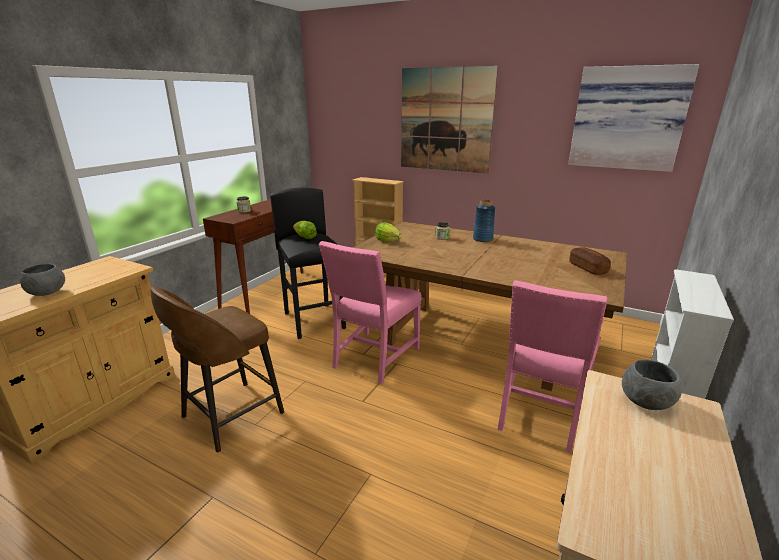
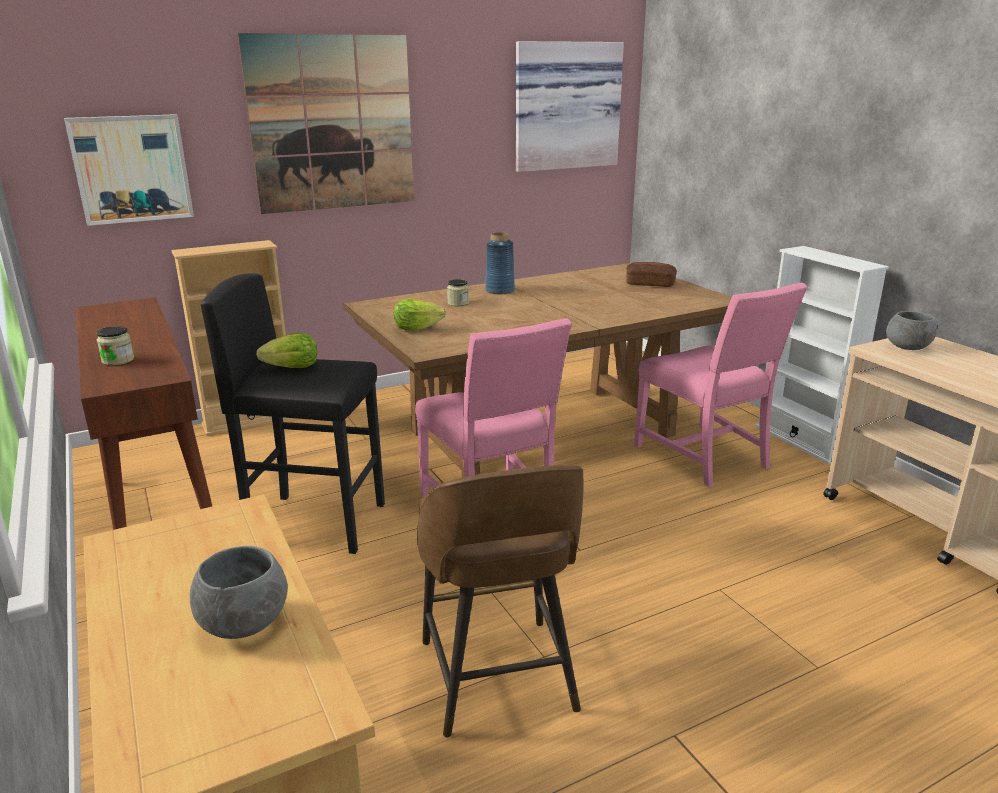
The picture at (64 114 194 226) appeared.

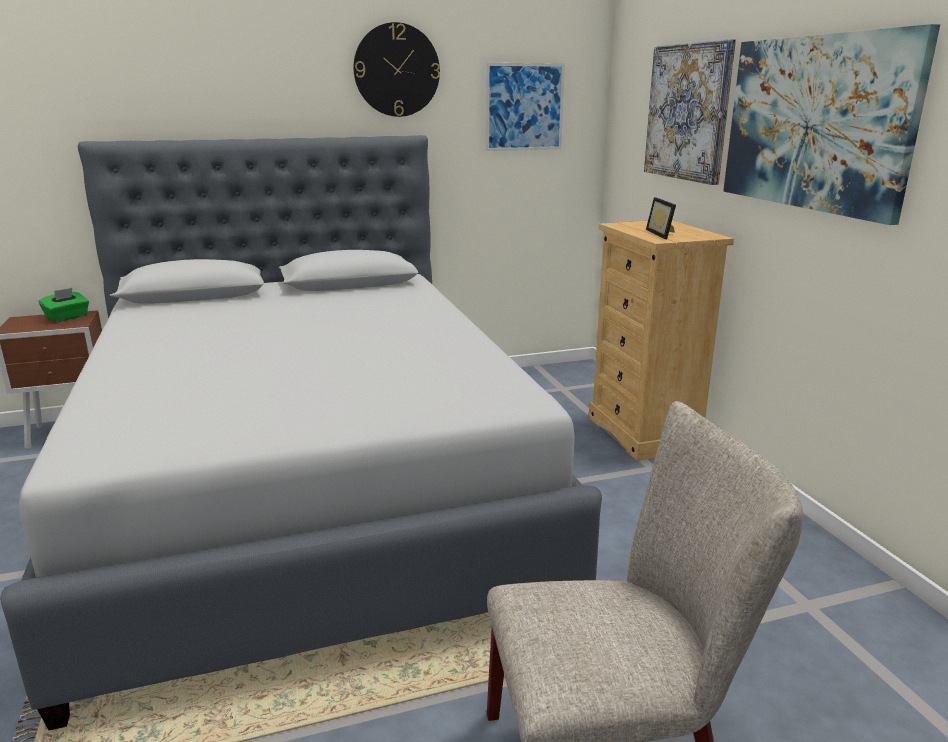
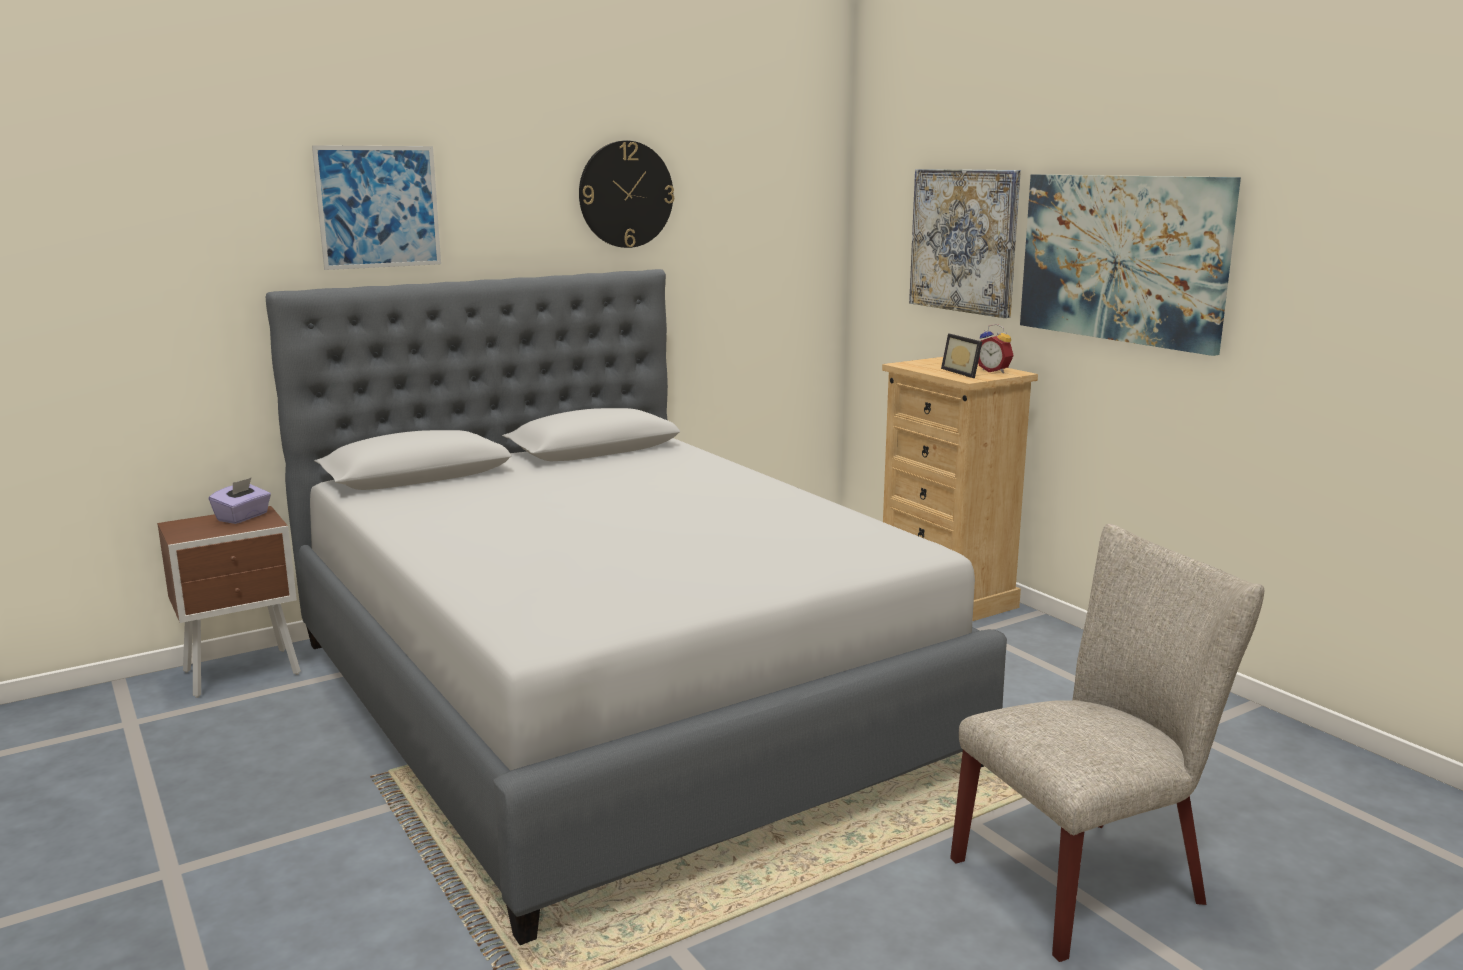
The tissue box/green at (38 288 89 322) became the tissue box/purple at (209 477 271 524). The picture moved from (486 63 565 151) to (312 145 441 270). The alarm clock at (978 324 1014 373) appeared.

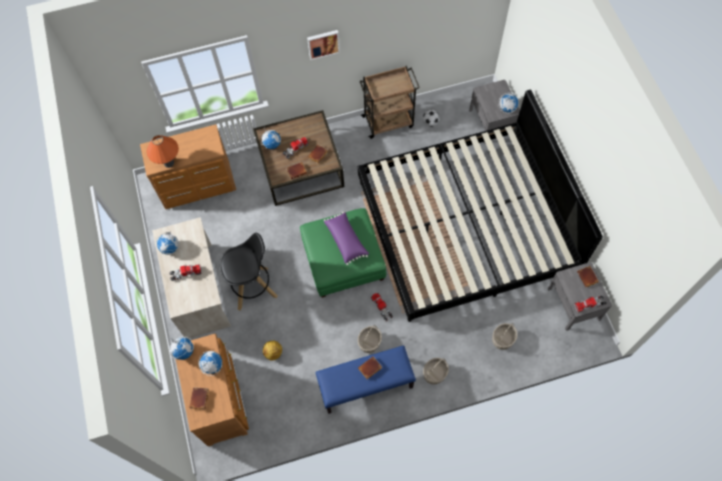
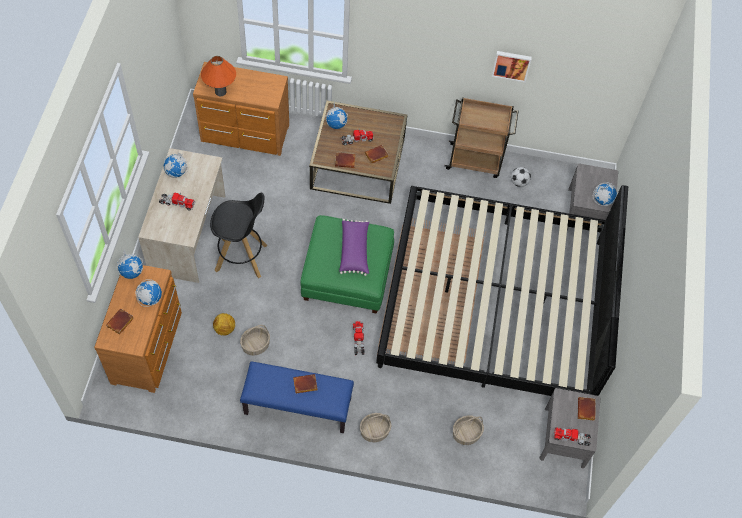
The picture moved from (307 30 340 60) to (492 51 532 82). The basket moved from (358 325 382 353) to (240 325 270 356).

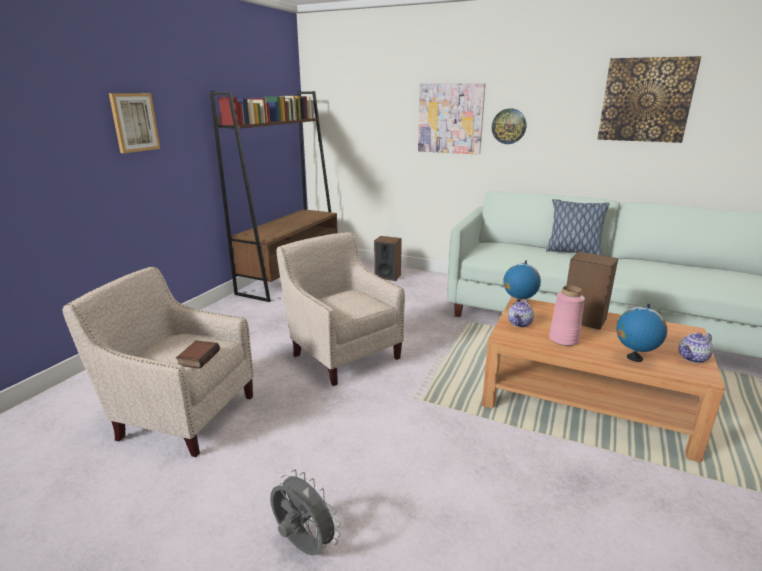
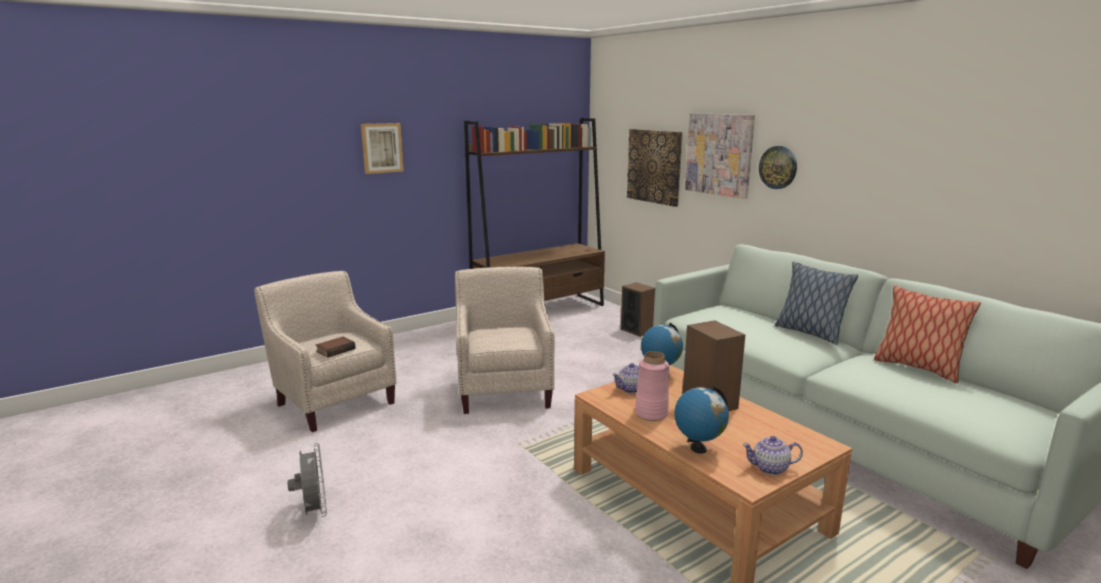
The picture moved from (597 56 701 143) to (627 129 683 207). The pillow at (874 286 981 383) appeared.

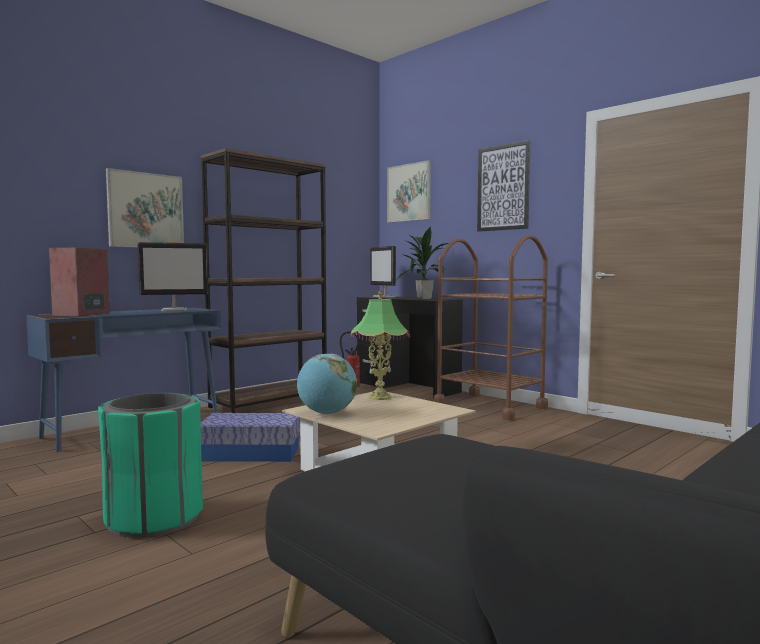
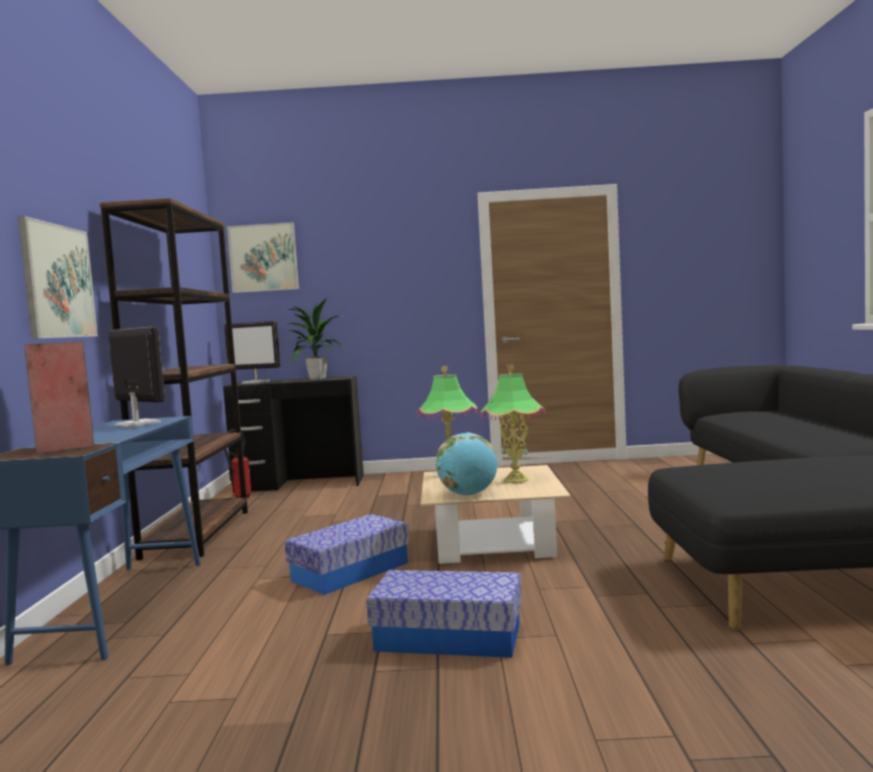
The trash can/green at (98 393 203 538) was replaced by the storage box at (366 570 522 658). The monitor at (137 242 208 311) turned 75 degrees counterclockwise. The cart/brown at (433 235 548 420) disappeared. The picture at (477 140 530 232) disappeared. The table lamp at (480 365 545 483) appeared.

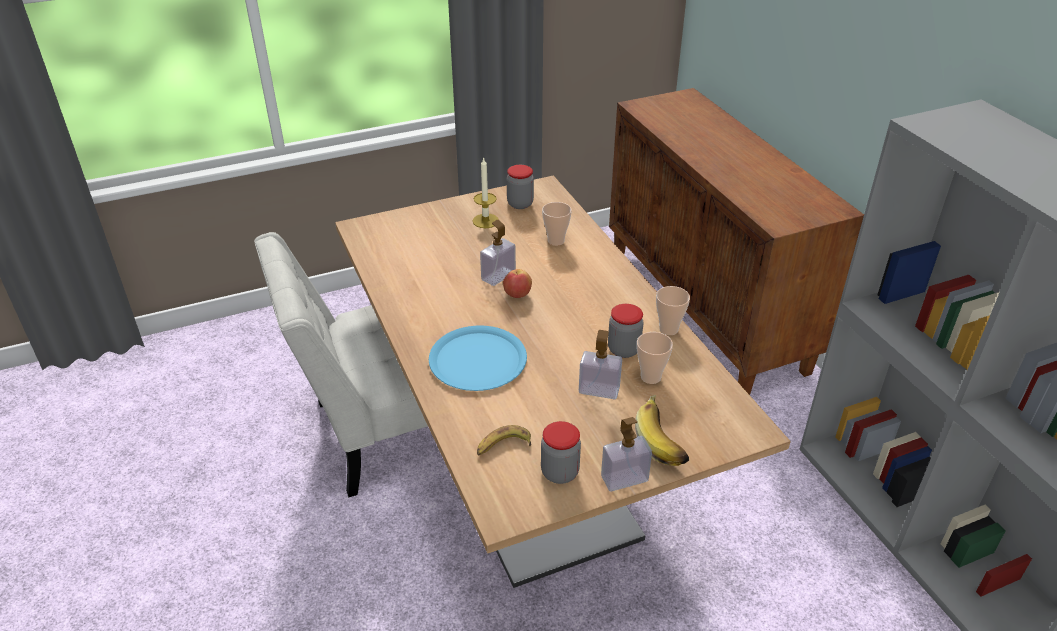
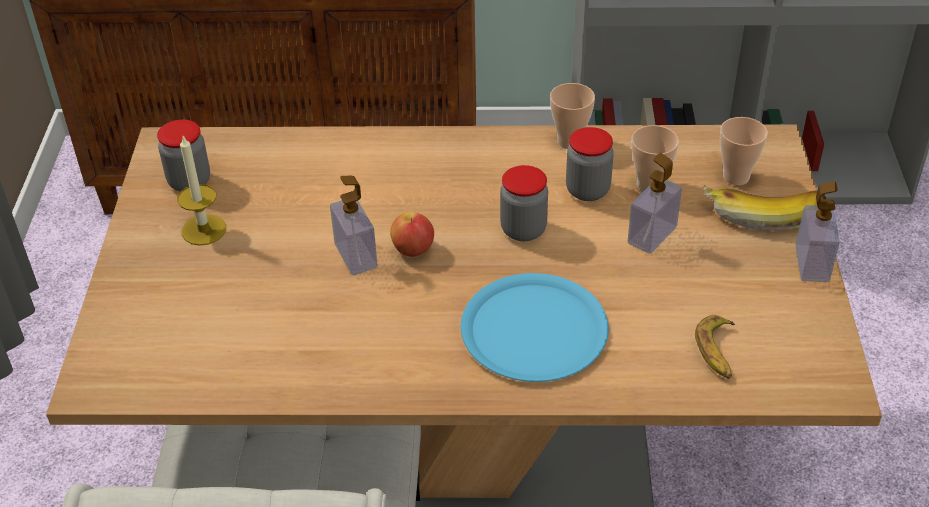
The jar moved from (541 421 581 484) to (500 165 548 241). The cup moved from (542 202 572 246) to (720 117 768 185).

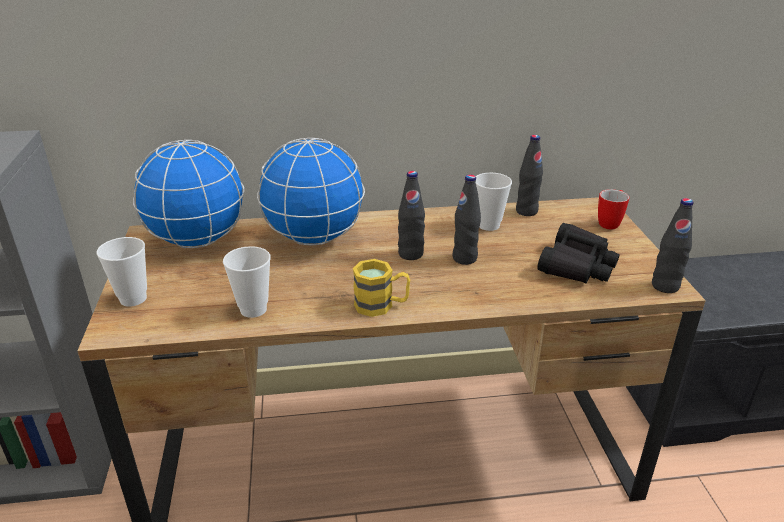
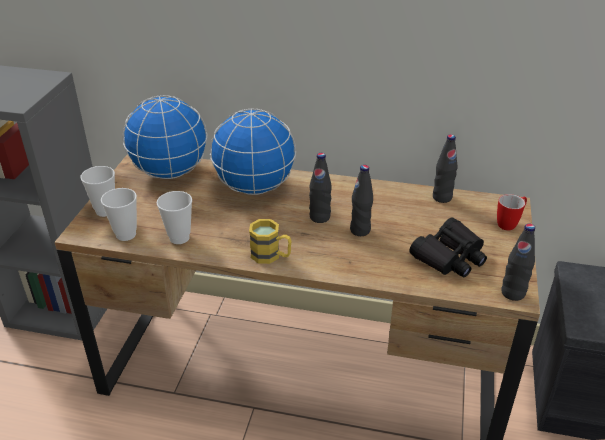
The cup moved from (475 173 512 231) to (101 188 137 241).

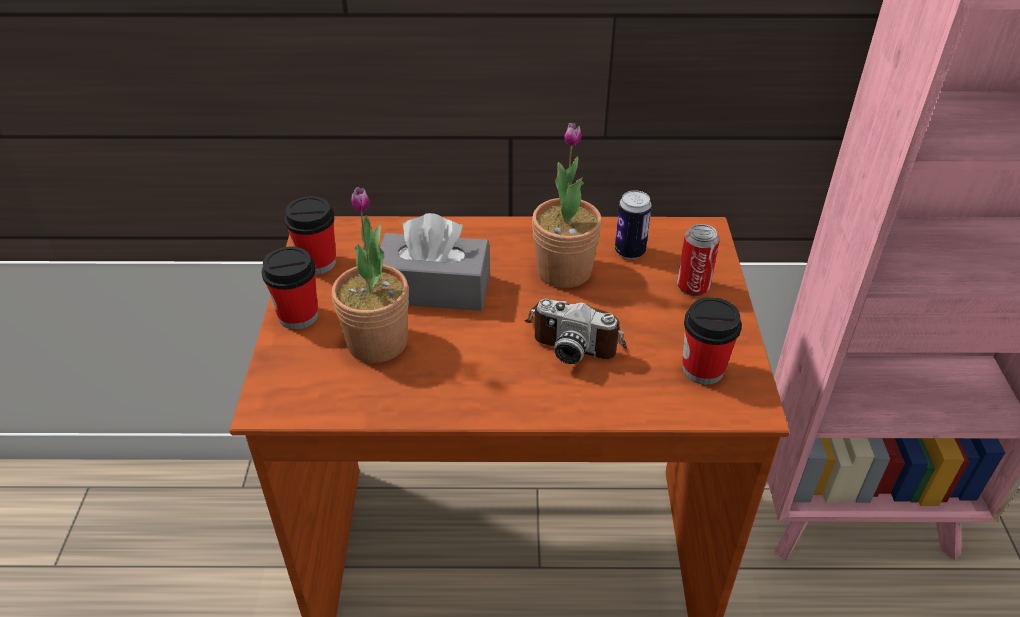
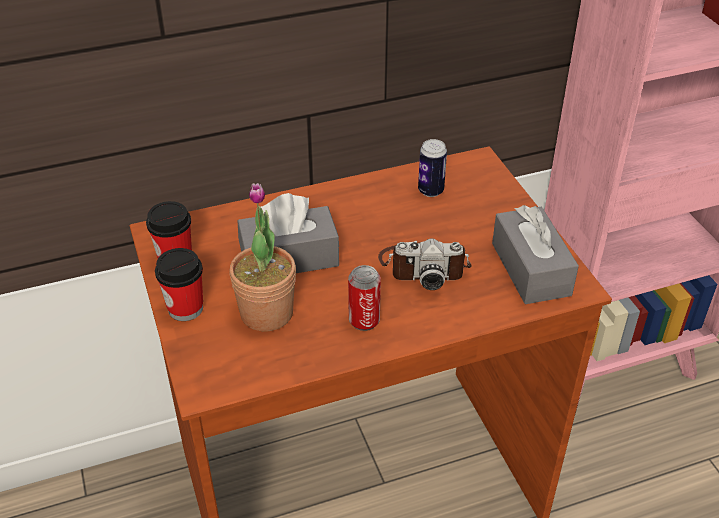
The potted plant at (532 123 602 288) disappeared. The can moved from (677 224 720 296) to (348 265 381 331). The cup at (682 297 742 385) was replaced by the tissue box/grey at (492 205 579 304).

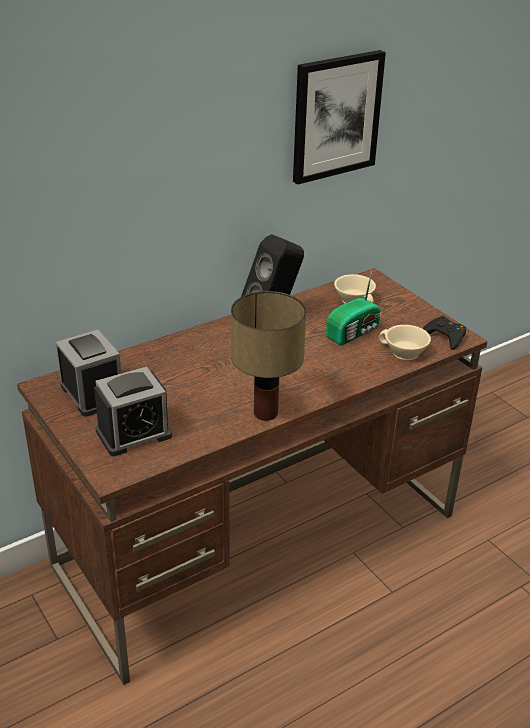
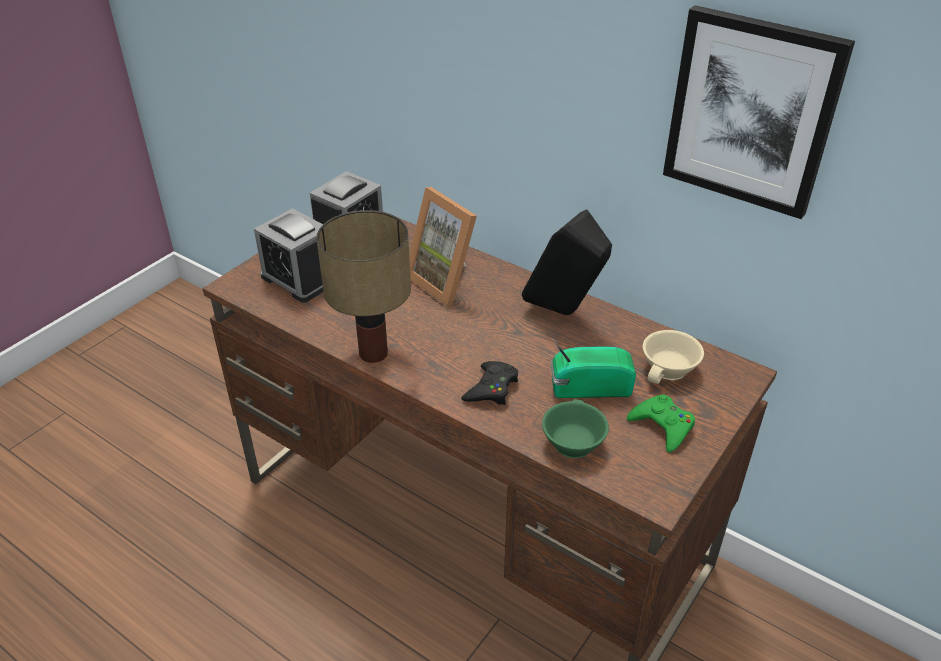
The radio at (326 271 381 345) turned 150 degrees clockwise. The cup/beige at (379 325 431 360) became the cup/green at (542 399 609 458). The game controller/black moved from (422 316 466 350) to (461 361 518 405). The picture frame at (409 187 477 307) appeared. The game controller/green at (627 394 695 453) appeared.

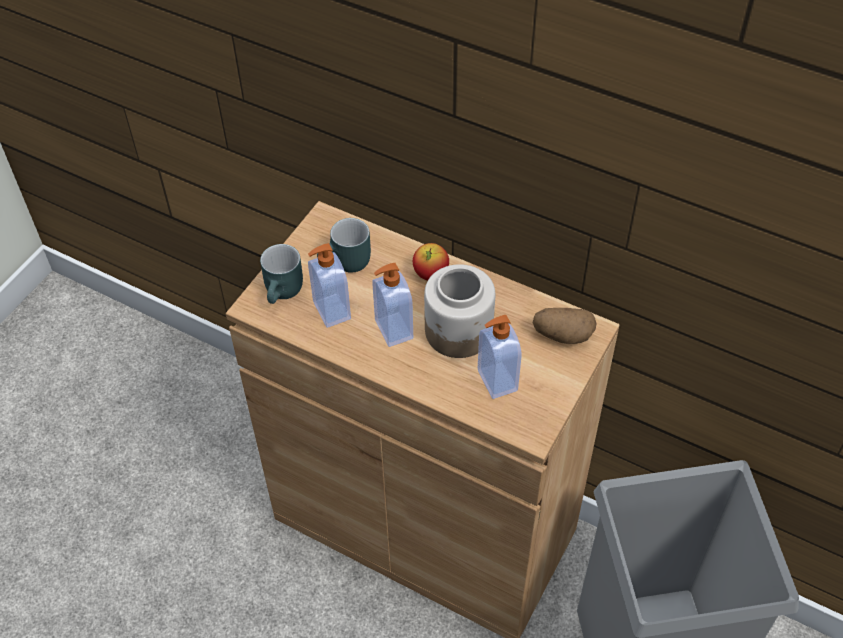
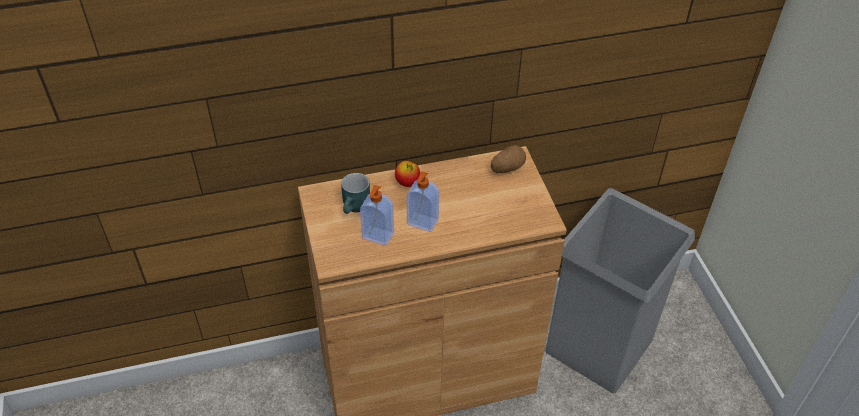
The mug/turquoise at (260 244 303 304) disappeared. The jar at (424 264 495 358) disappeared. The soap dispenser at (478 315 522 399) disappeared.

